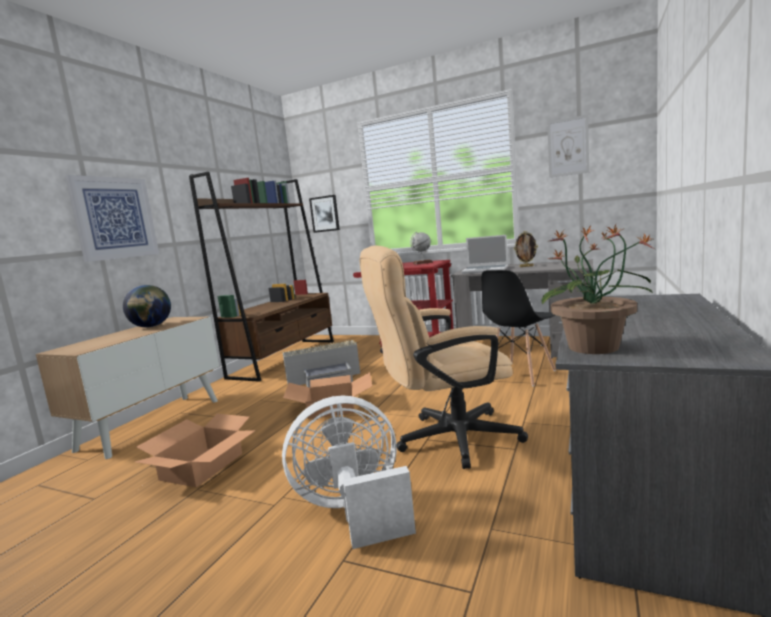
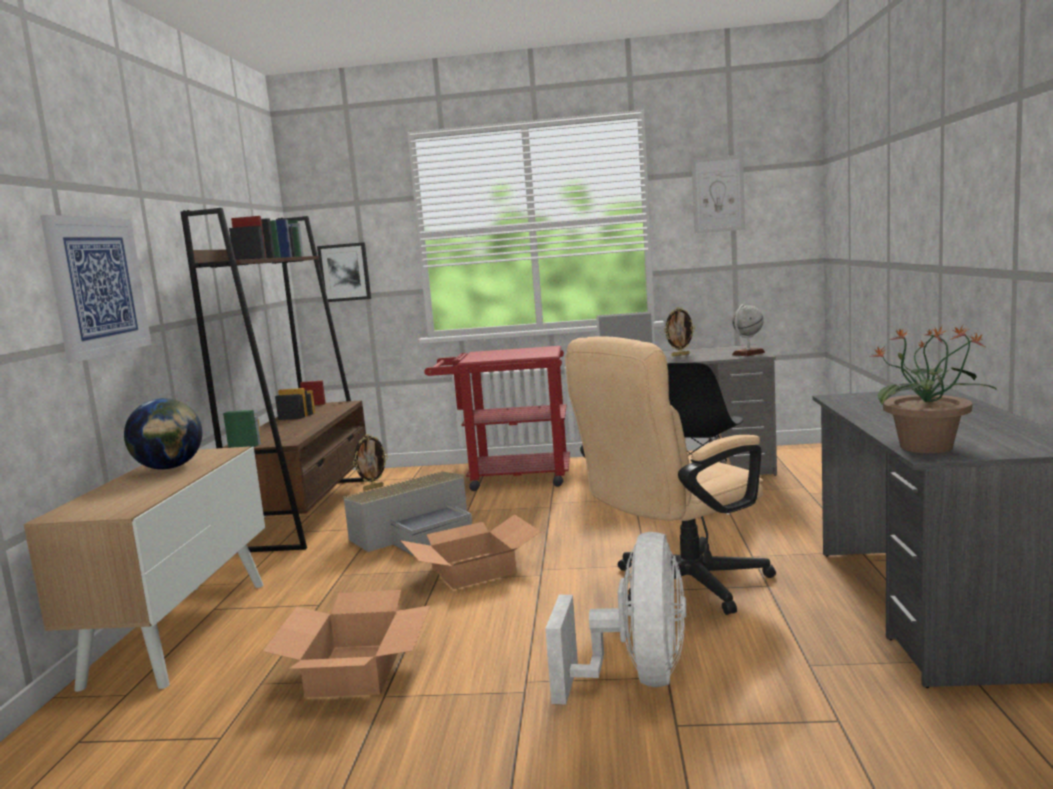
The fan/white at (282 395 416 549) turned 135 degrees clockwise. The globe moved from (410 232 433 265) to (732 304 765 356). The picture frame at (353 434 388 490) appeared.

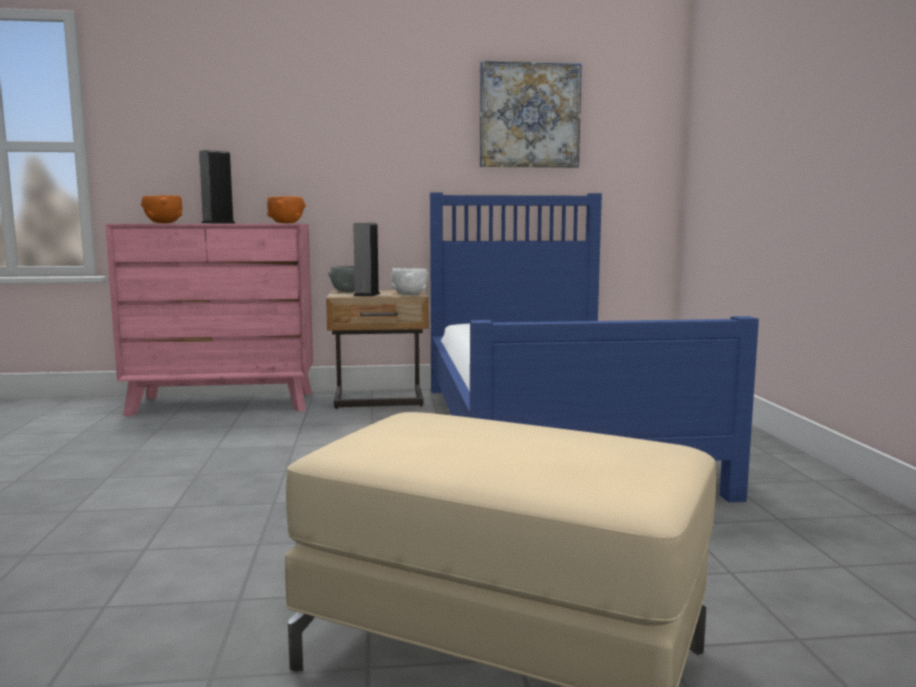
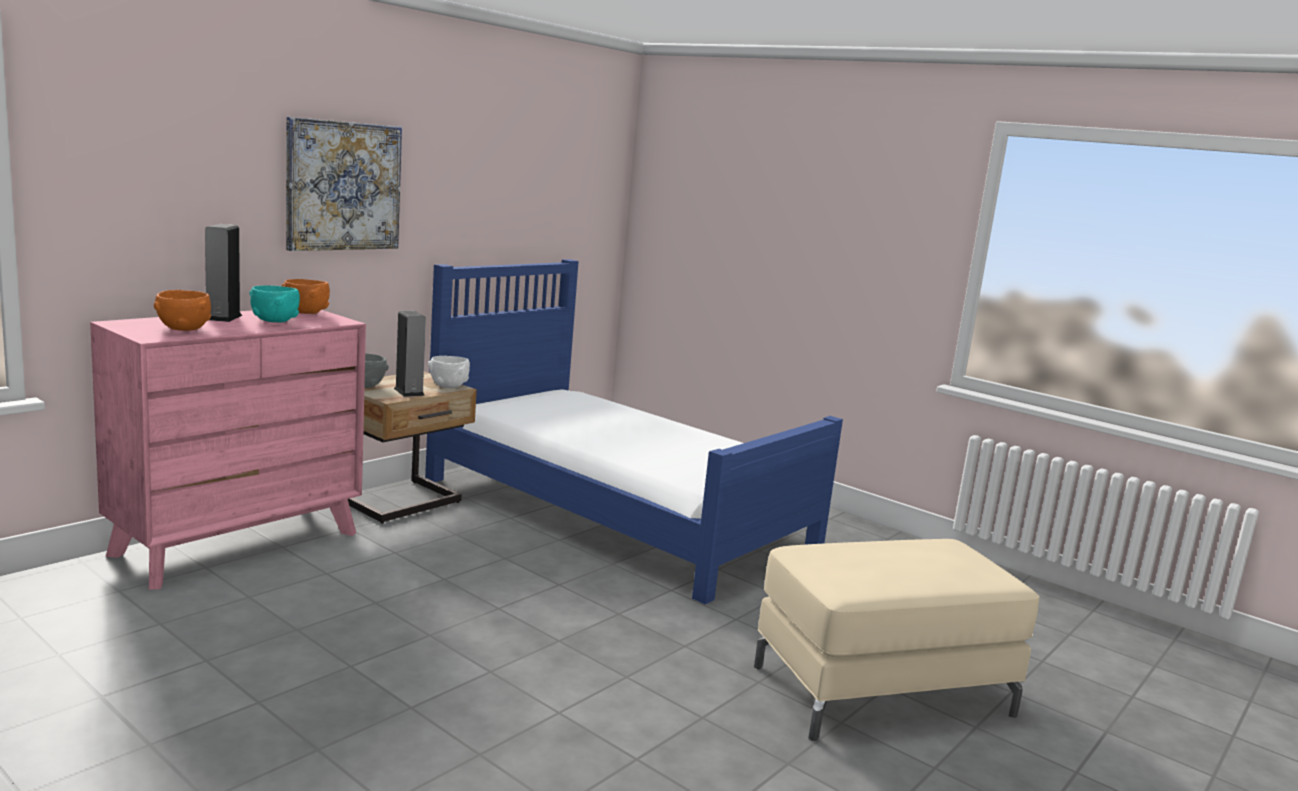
The picture moved from (479 60 582 168) to (286 117 402 251). The bowl/turquoise at (249 285 300 322) appeared.

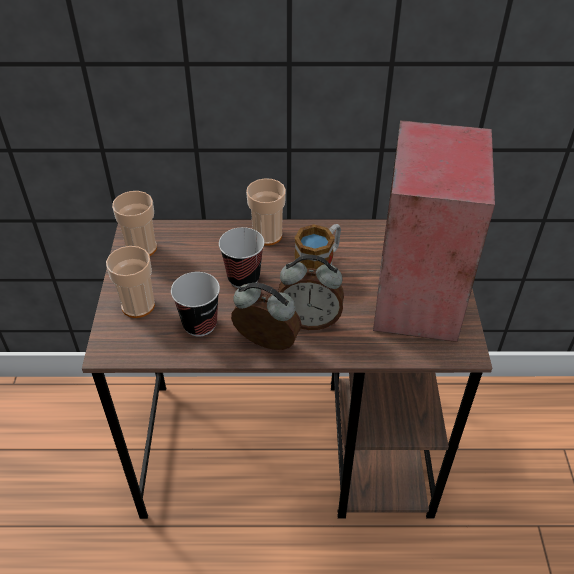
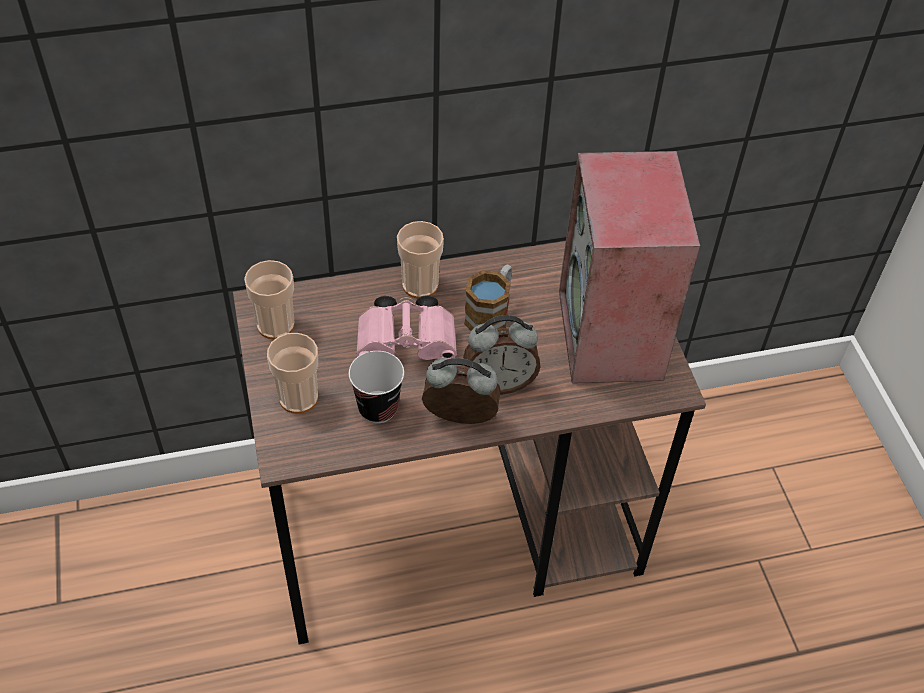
The cup at (219 227 264 288) was replaced by the binoculars/pink at (356 295 457 360).

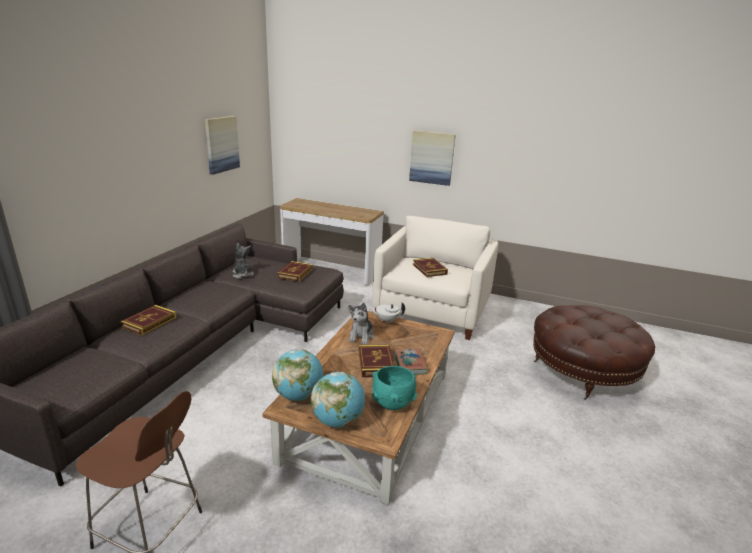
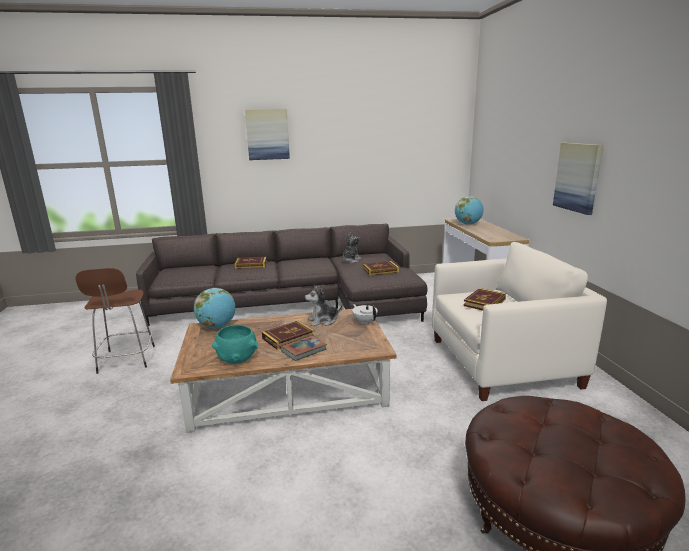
The picture moved from (205 116 240 175) to (245 109 290 160). The globe moved from (311 372 365 428) to (455 196 484 225).

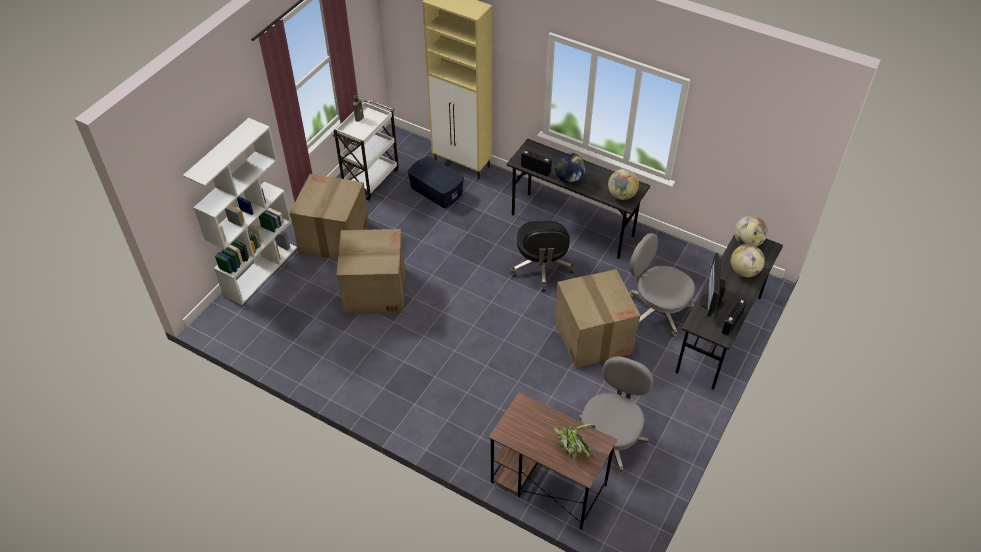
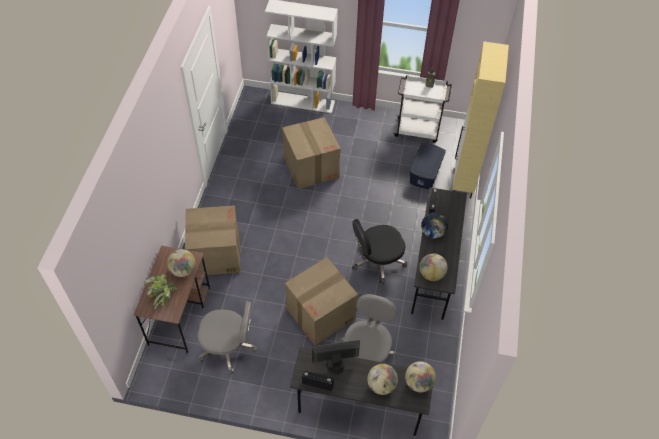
The cardboard box moved from (289 174 369 260) to (185 205 240 275). The globe at (167 249 195 277) appeared.

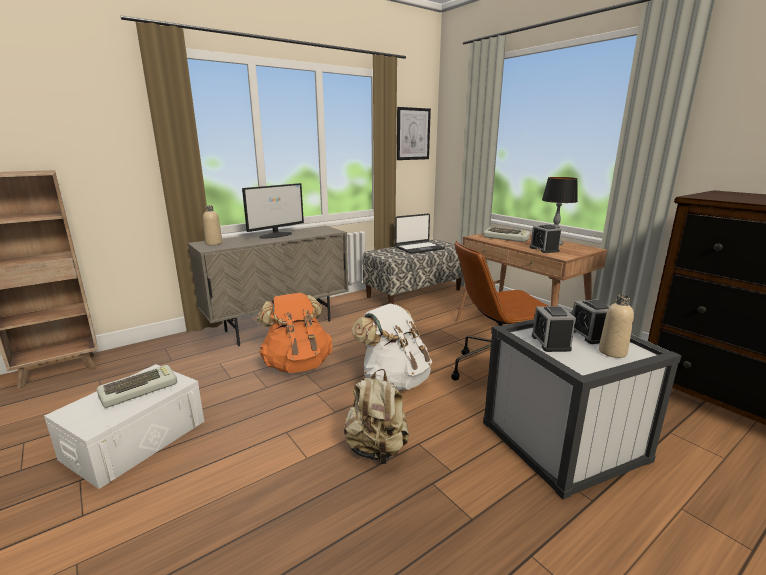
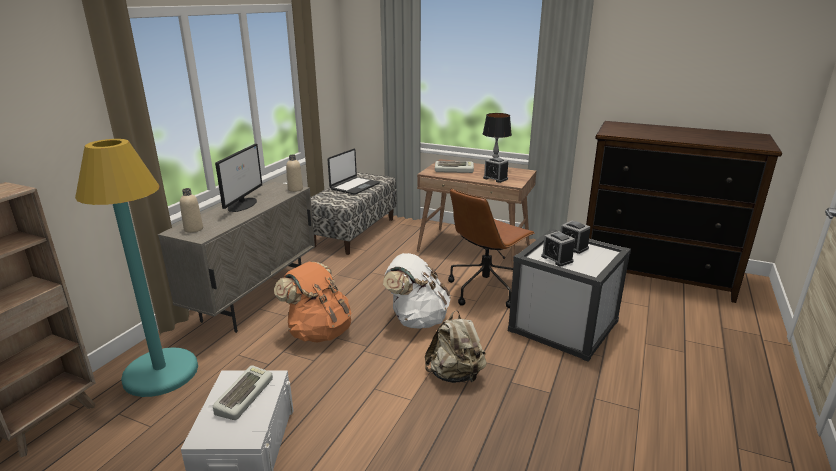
The picture at (397 107 431 160) disappeared. The bottle/beige moved from (599 294 634 358) to (286 155 303 192). The floor lamp/turquoise at (75 139 198 397) appeared.

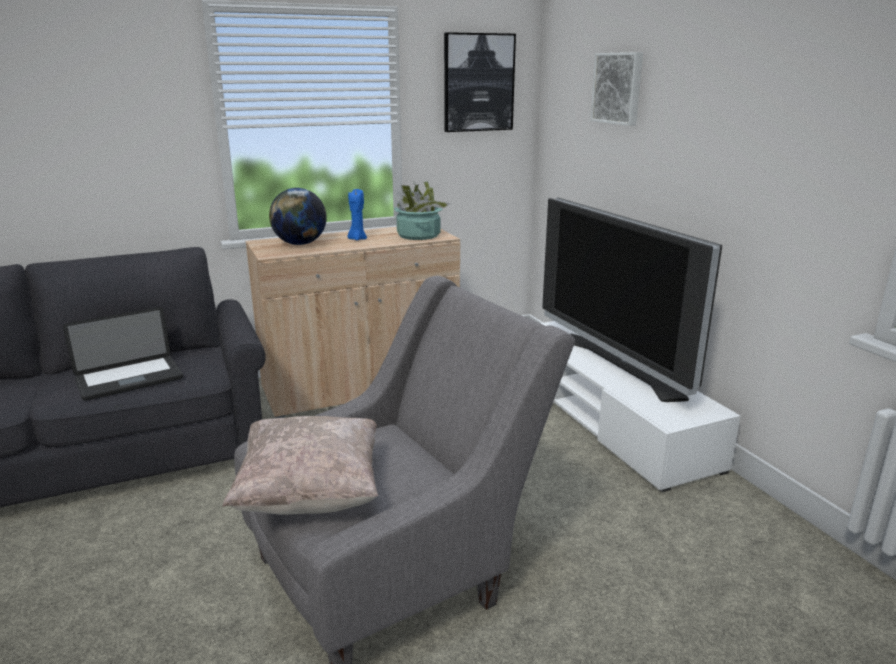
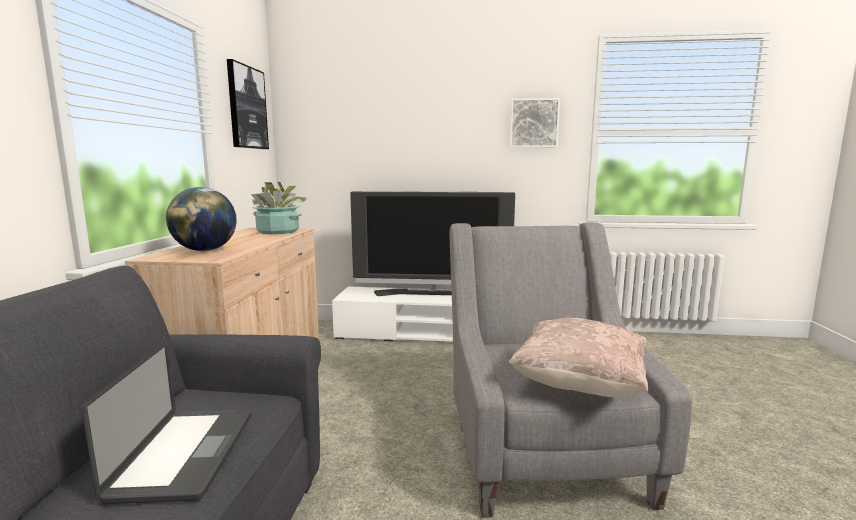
The candle/blue at (348 189 367 240) disappeared. The picture moved from (590 52 643 126) to (510 98 560 148).

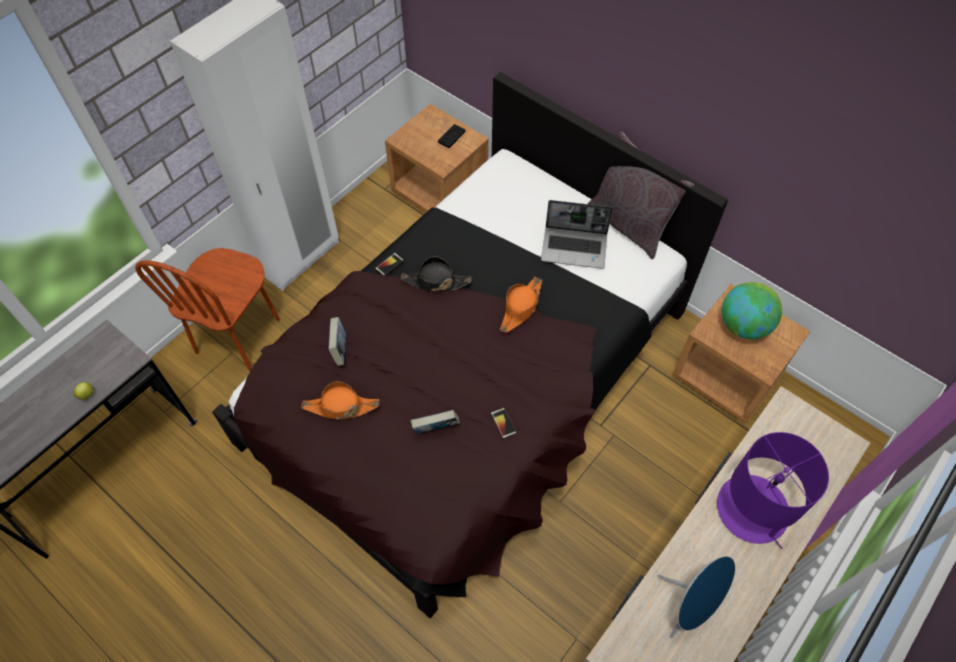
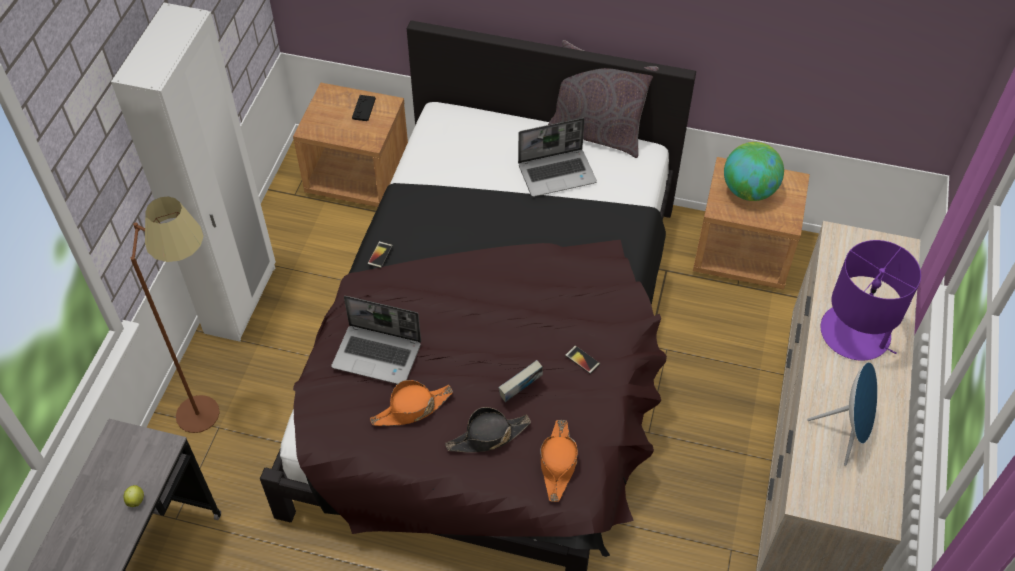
The chair/brown at (135 248 280 371) was replaced by the floor lamp/brown at (130 196 220 433). The book at (329 317 346 366) was replaced by the laptop at (331 296 421 384). The hat/black moved from (401 256 472 292) to (445 407 531 452). The hat/orange moved from (500 277 542 333) to (540 420 578 502).

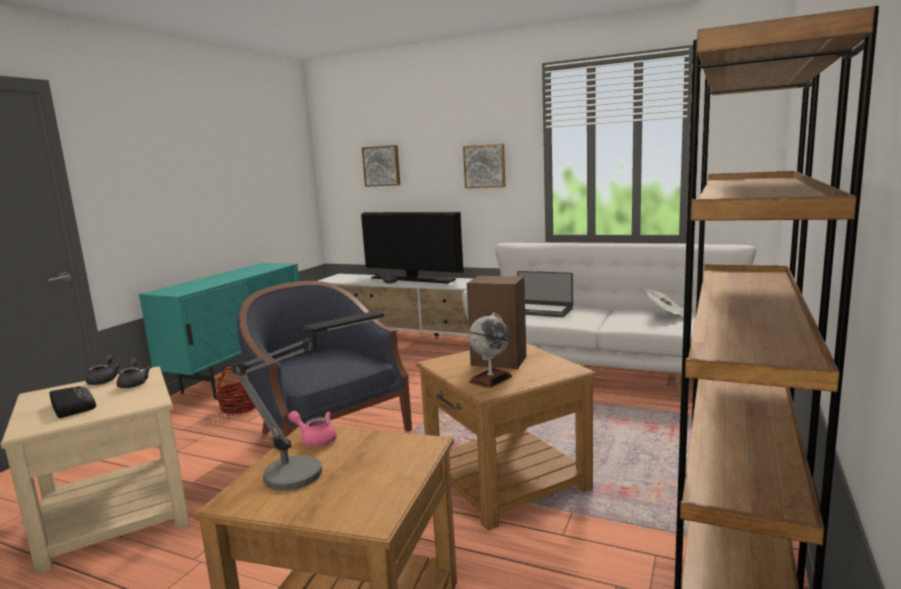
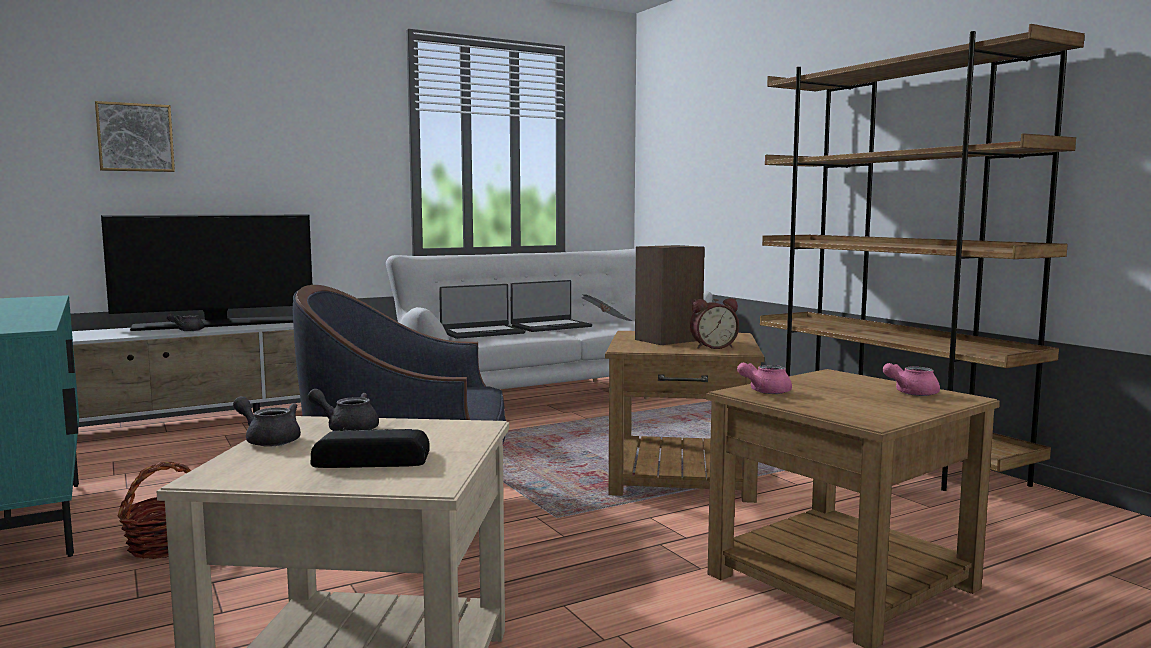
The table lamp at (231 310 384 491) disappeared. The picture at (463 144 505 188) disappeared. The globe at (468 312 512 388) was replaced by the alarm clock at (690 298 739 349). The laptop at (510 280 592 332) appeared. The teapot/pink at (882 363 940 396) appeared.

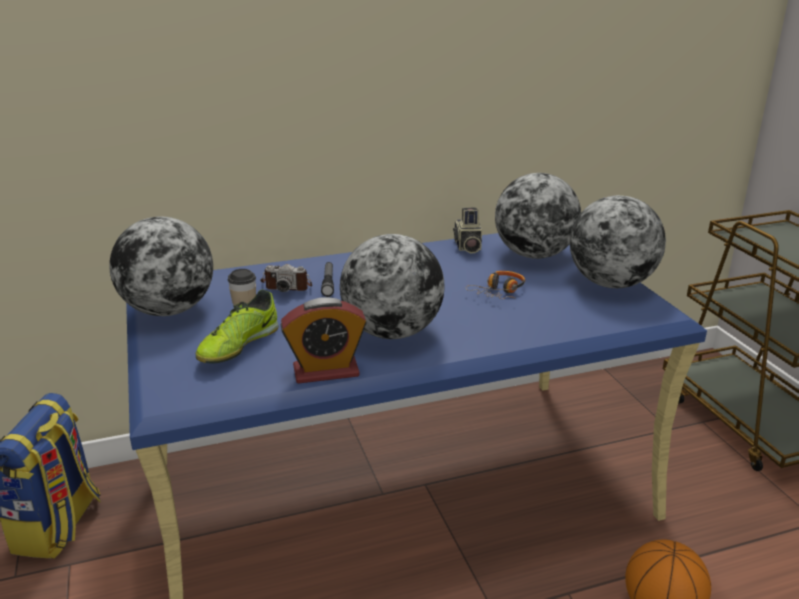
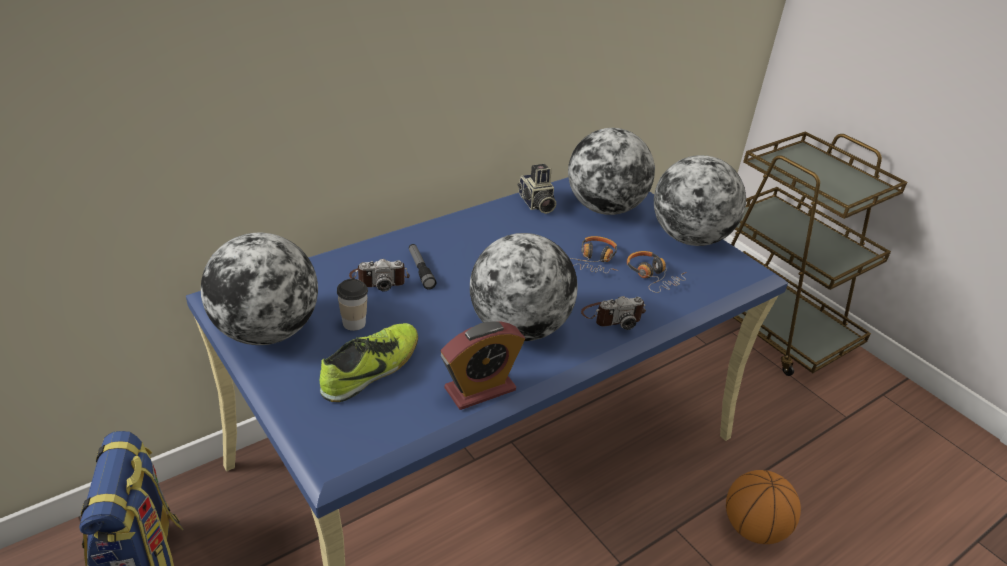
The shoe at (195 290 278 364) turned 150 degrees counterclockwise. The photo camera at (581 296 646 330) appeared. The headphones at (627 251 687 293) appeared.

